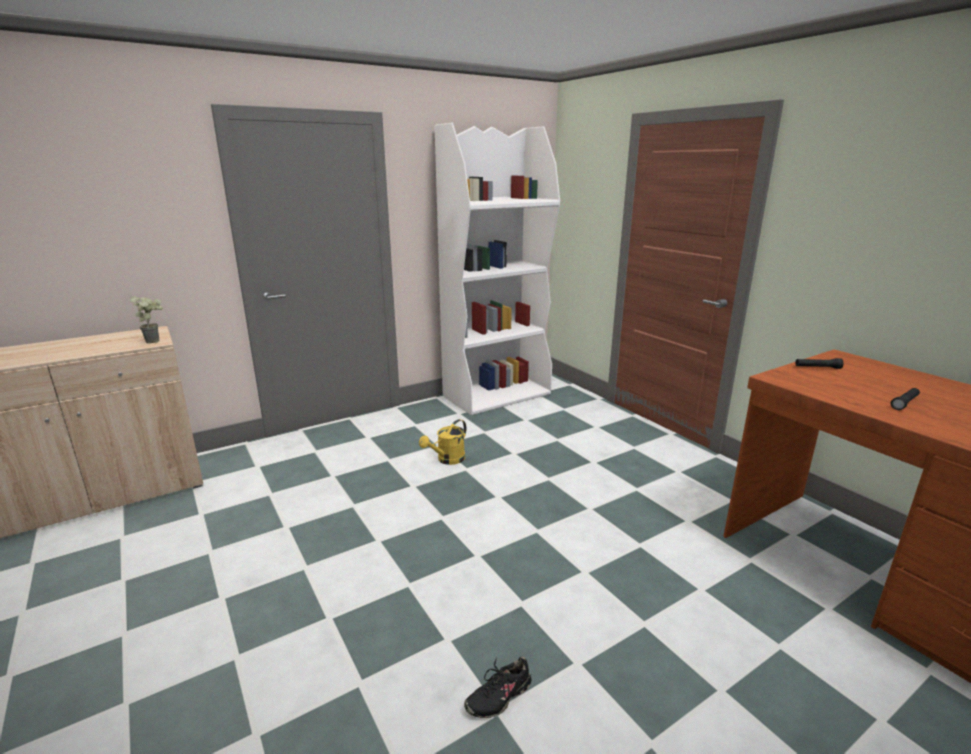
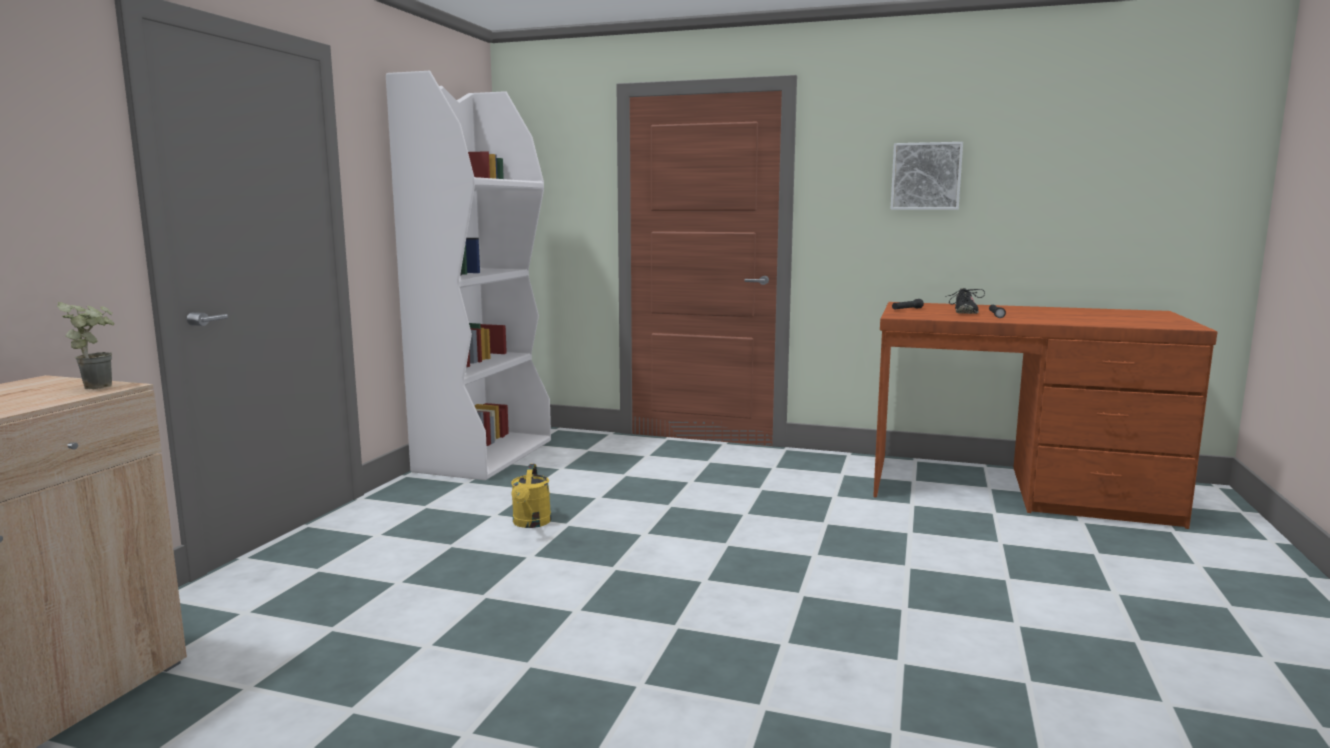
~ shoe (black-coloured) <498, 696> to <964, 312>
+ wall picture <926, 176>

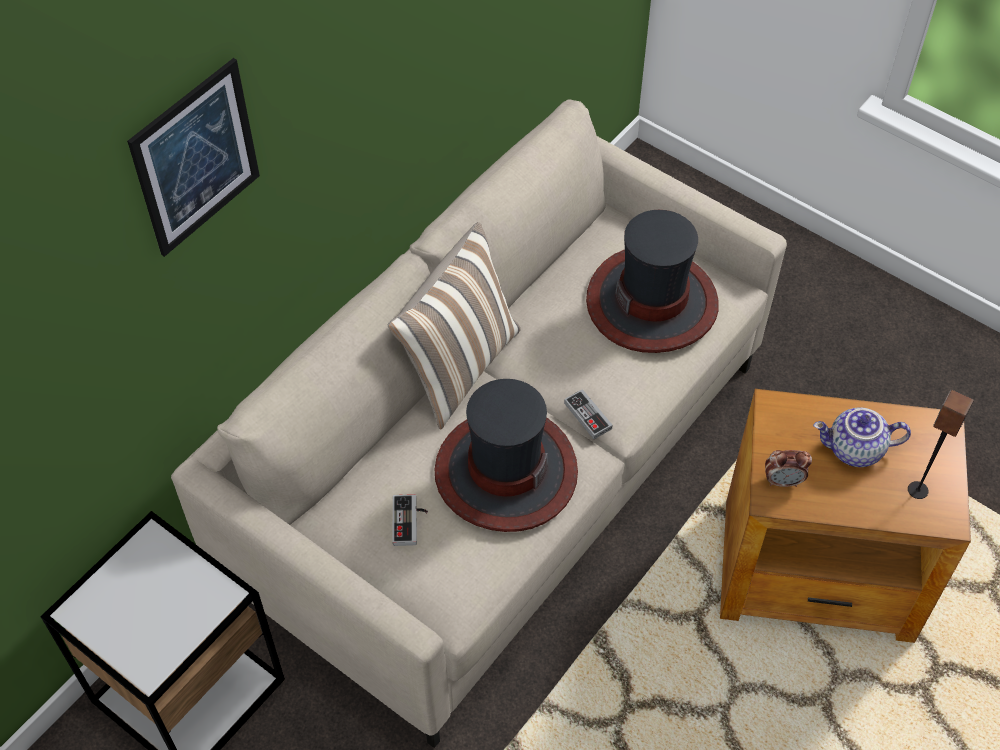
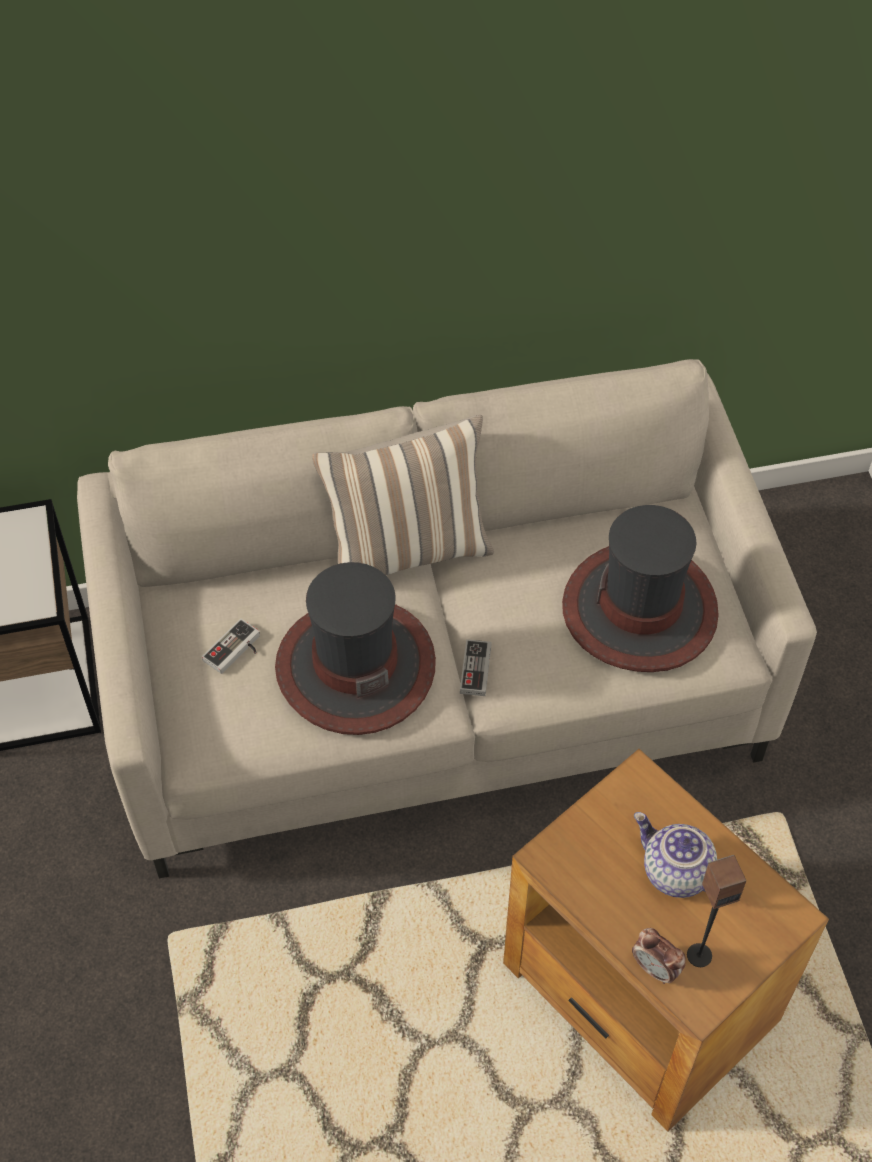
- wall picture <196, 158>
~ alarm clock <783, 481> to <655, 968>

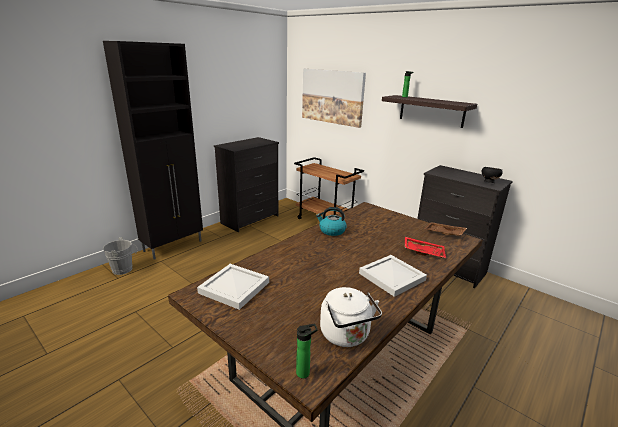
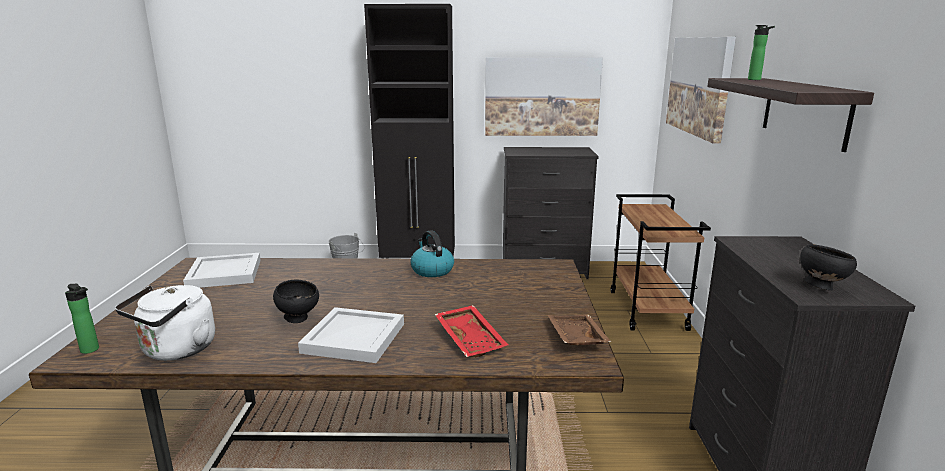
+ serving bowl (black-coloured) <299, 319>
+ wall picture <542, 96>

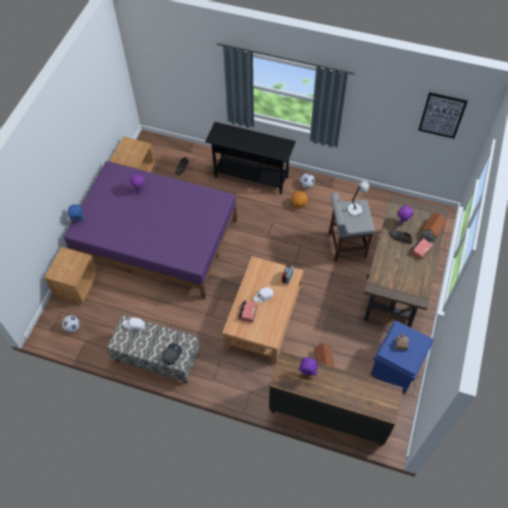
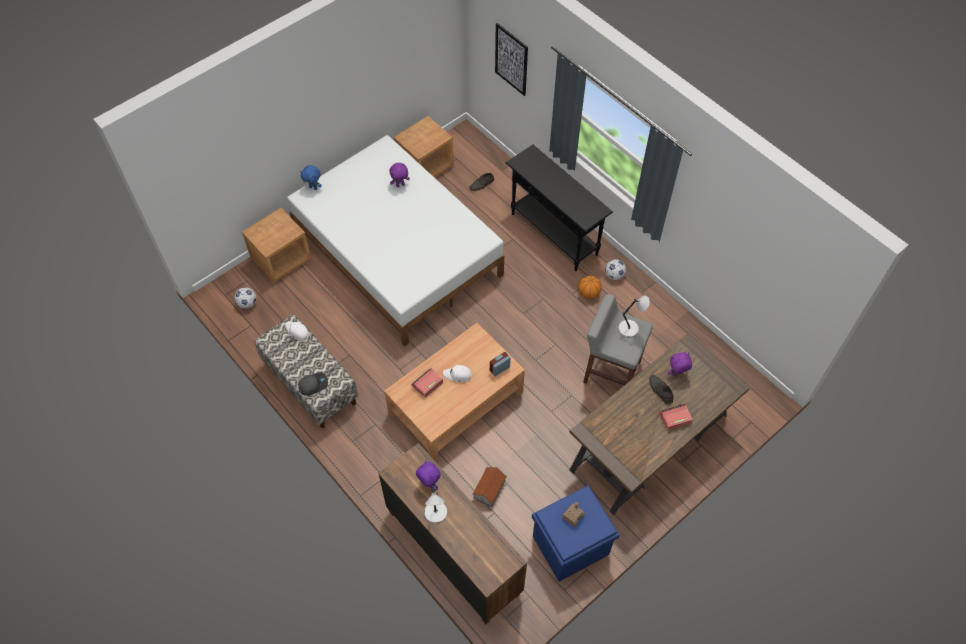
~ bed (purple) <156, 239> to bed (white) <398, 252>
~ wall picture <442, 115> to <511, 59>
- model house <432, 230>
+ table lamp (grey) <436, 513>

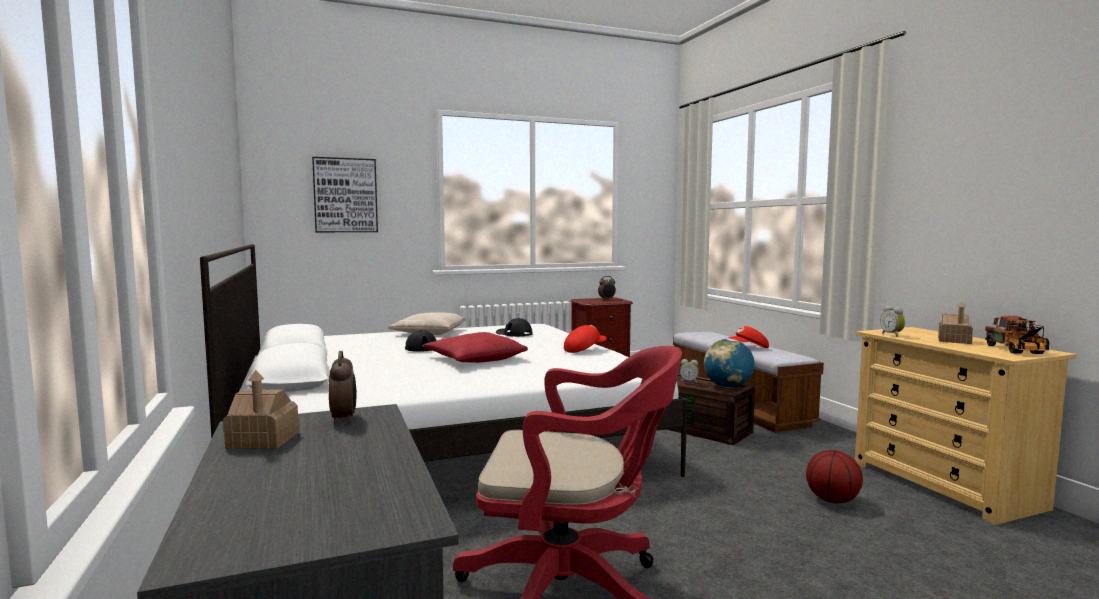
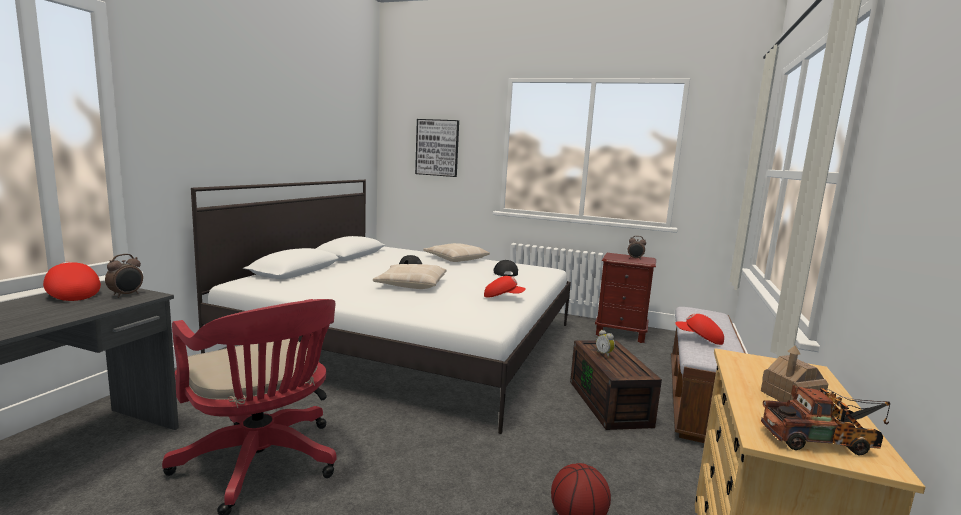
~ model house <263, 440> to baseball cap (red) <71, 294>
~ pillow (red) <474, 359> to pillow (beige) <411, 284>
- desk globe <728, 387>
- alarm clock <892, 335>
~ toy truck <1017, 351> = <824, 441> 135 degrees counterclockwise

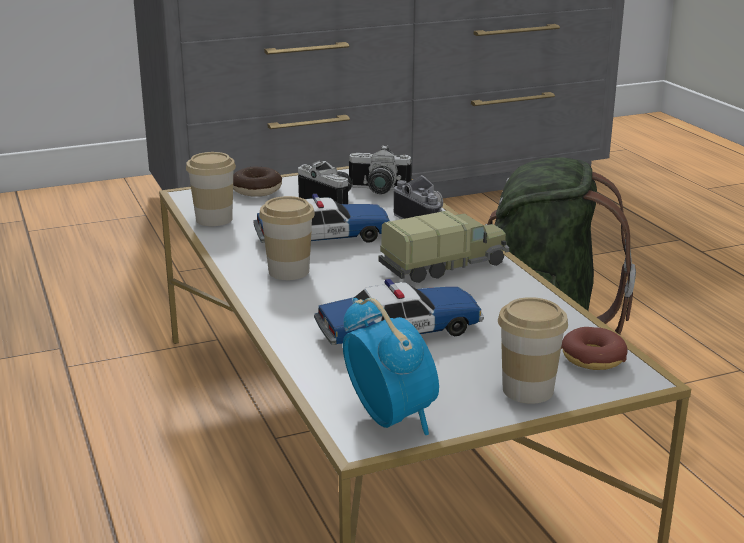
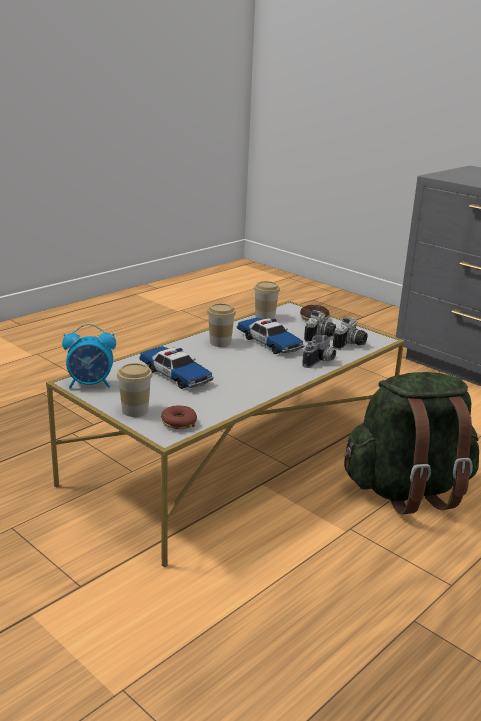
~ alarm clock <390, 418> = <91, 384> 45 degrees clockwise
~ photo camera <377, 190> = <351, 345> 135 degrees counterclockwise
- toy truck <445, 266>

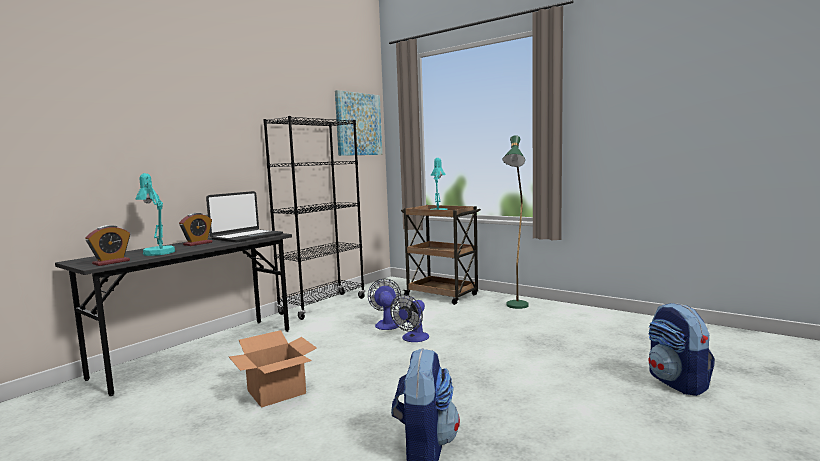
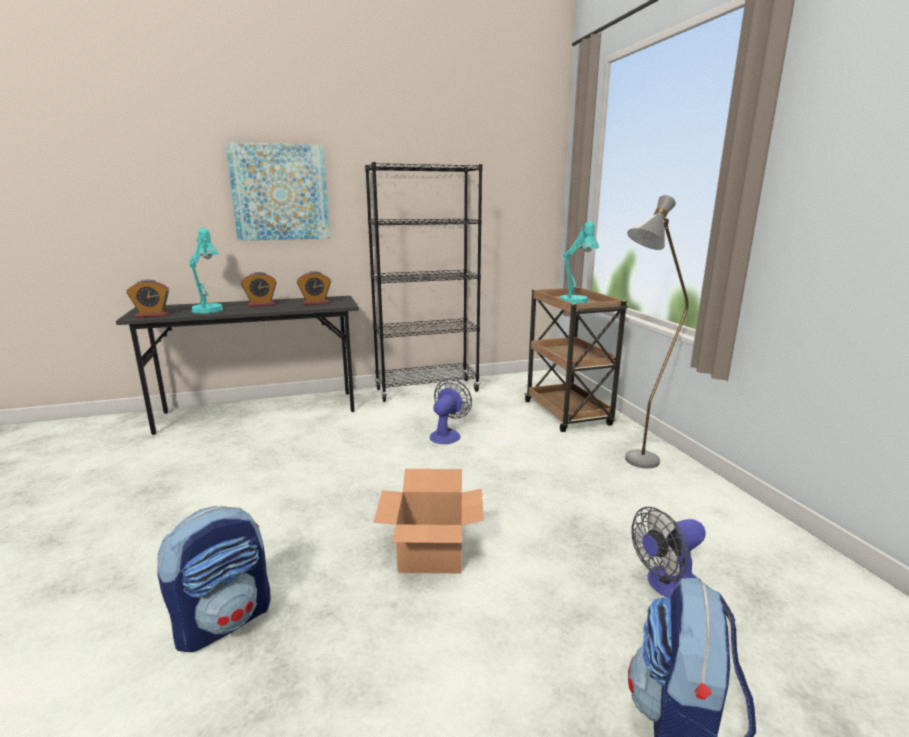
~ portable computer <246, 237> to alarm clock <315, 303>
~ carton <277, 392> to <432, 553>
~ wall picture <358, 124> to <280, 192>
~ cooling fan <413, 339> to <666, 585>
~ standing lamp (green-coloured) <516, 308> to standing lamp (grey) <635, 464>

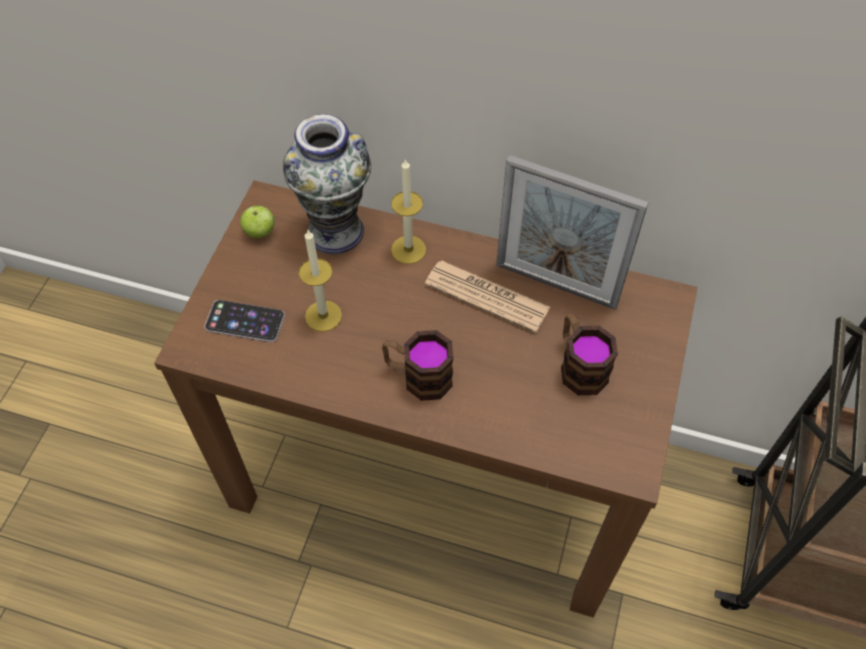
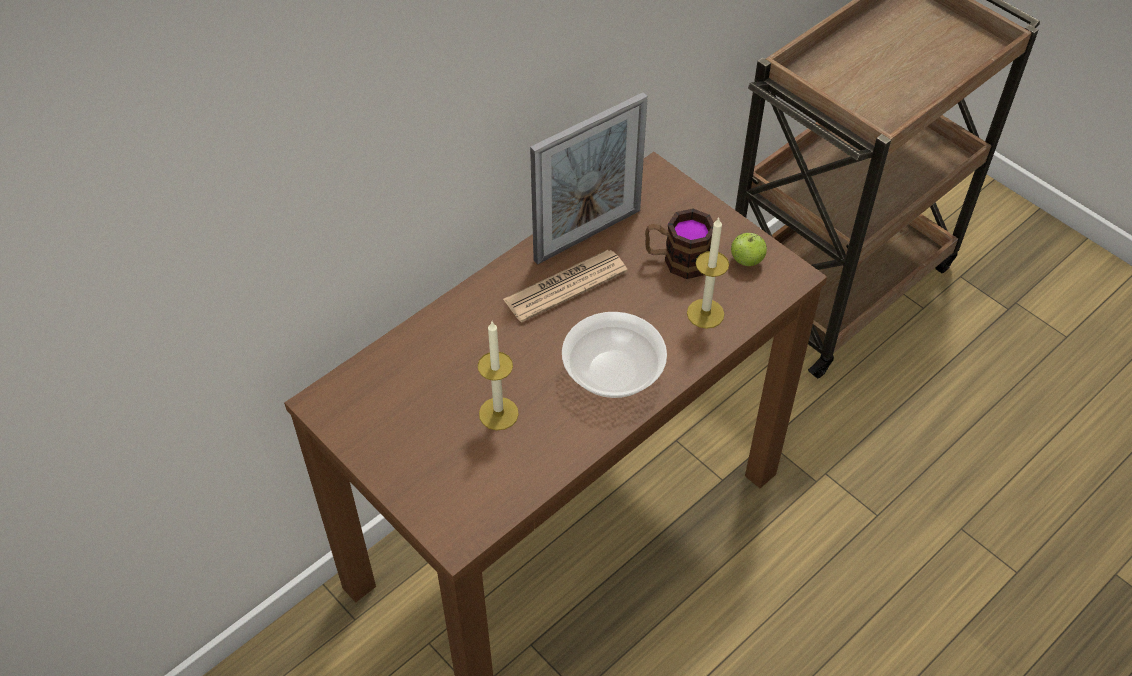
- telephone <245, 321>
~ apple fruit <260, 232> to <746, 261>
- flower vase <335, 231>
~ coffee mug <418, 376> to serving bowl <614, 372>
~ candle <408, 249> to <705, 313>

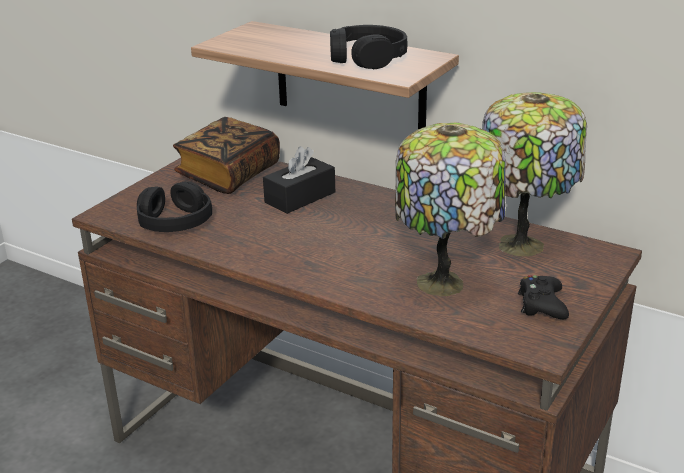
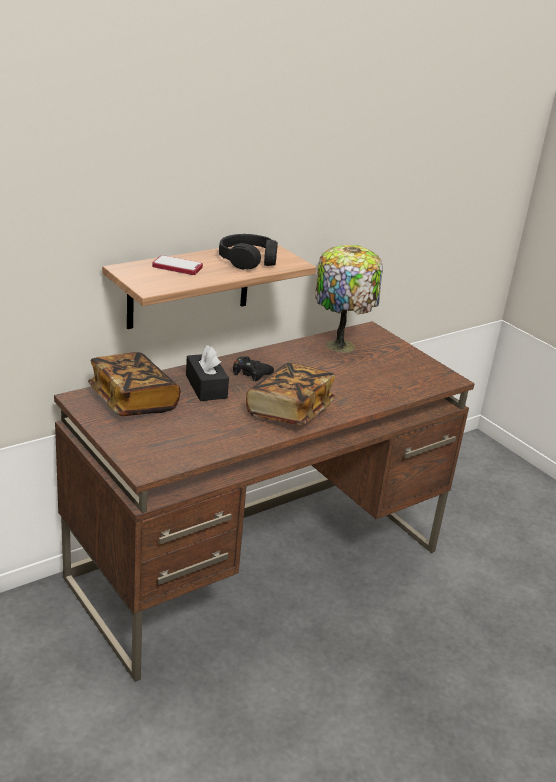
- headset (black-coloured) <175, 221>
- table lamp <444, 284>
~ gamepad (black-coloured) <541, 305> to <250, 373>
+ telephone <177, 267>
+ volume <289, 411>

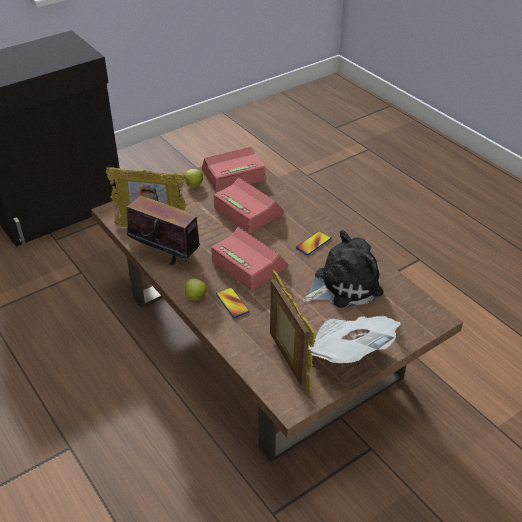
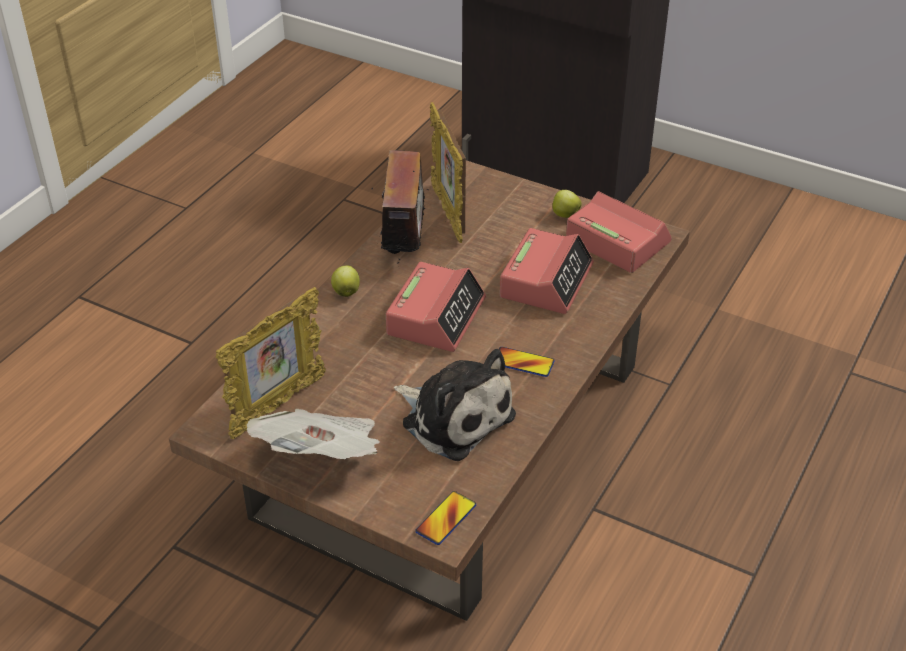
~ telephone <232, 303> to <446, 519>

